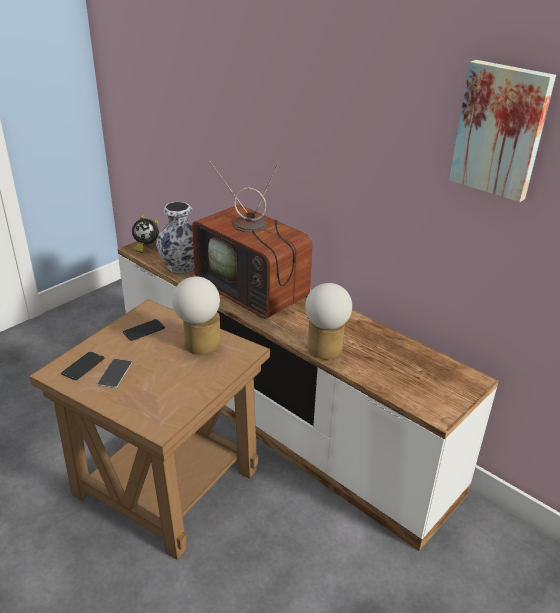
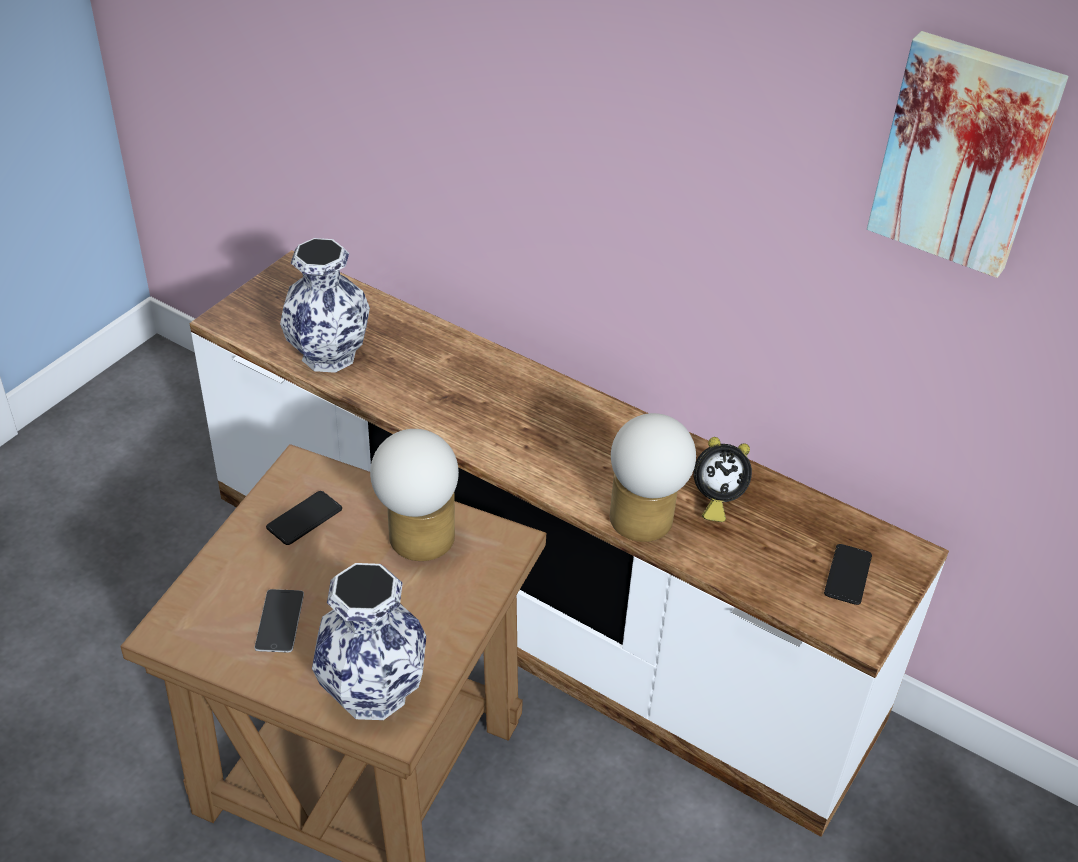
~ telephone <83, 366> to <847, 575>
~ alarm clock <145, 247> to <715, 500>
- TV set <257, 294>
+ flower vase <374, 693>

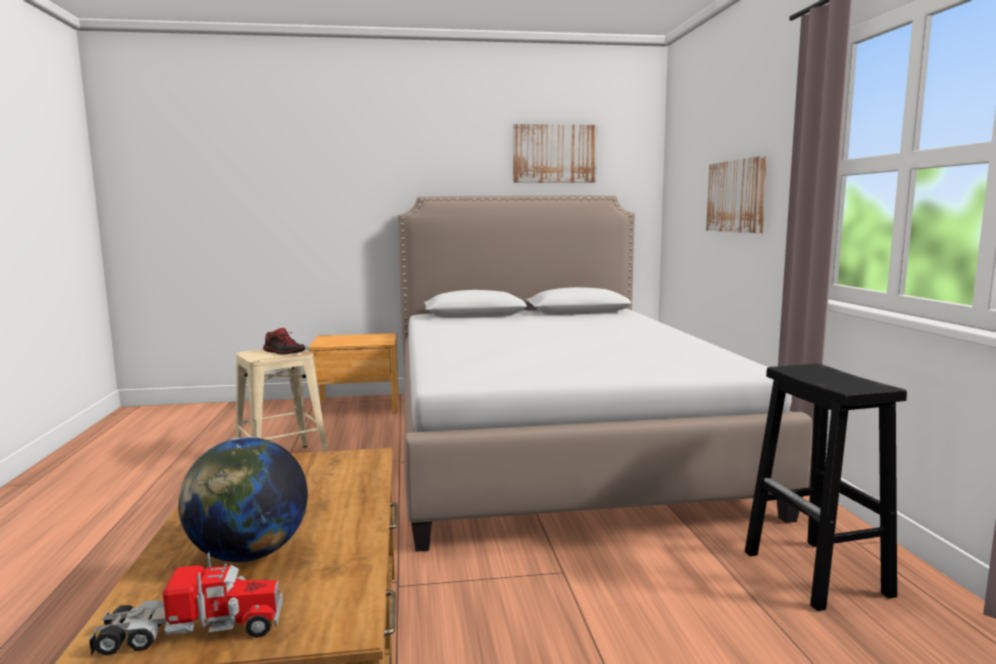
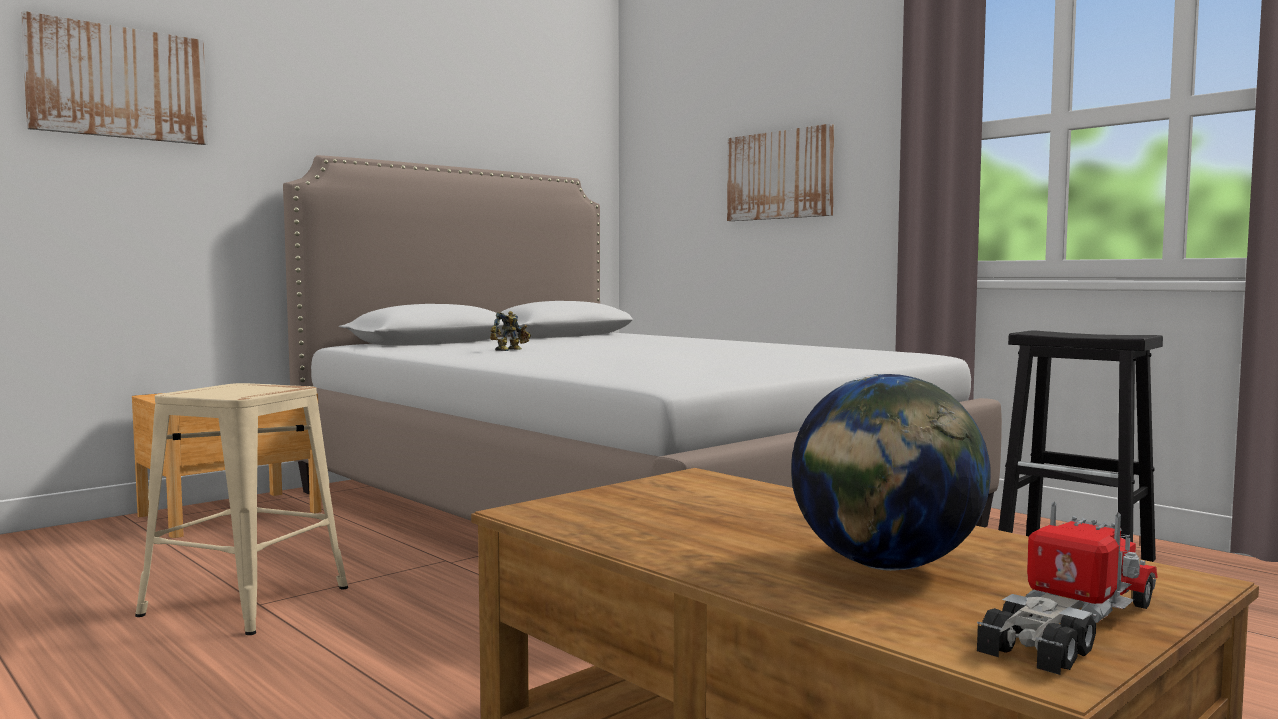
- shoe <284, 352>
~ wall picture <554, 154> to <118, 83>
+ toy robot <510, 350>

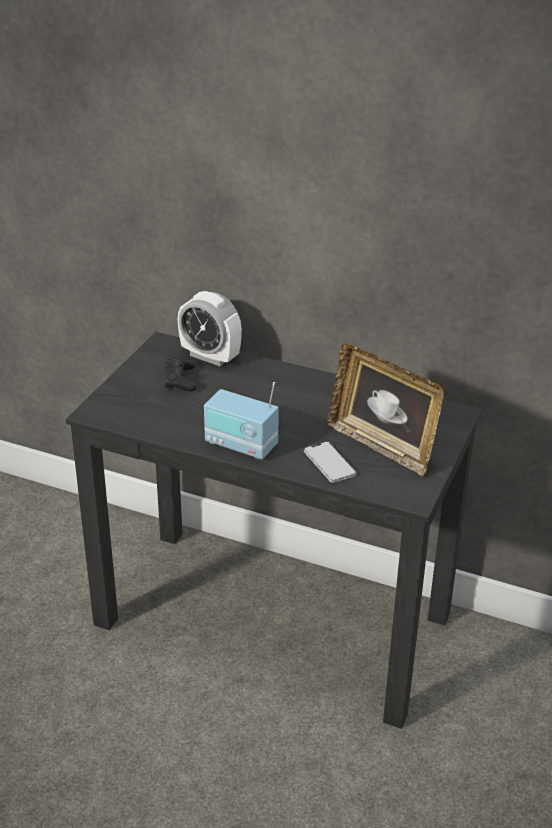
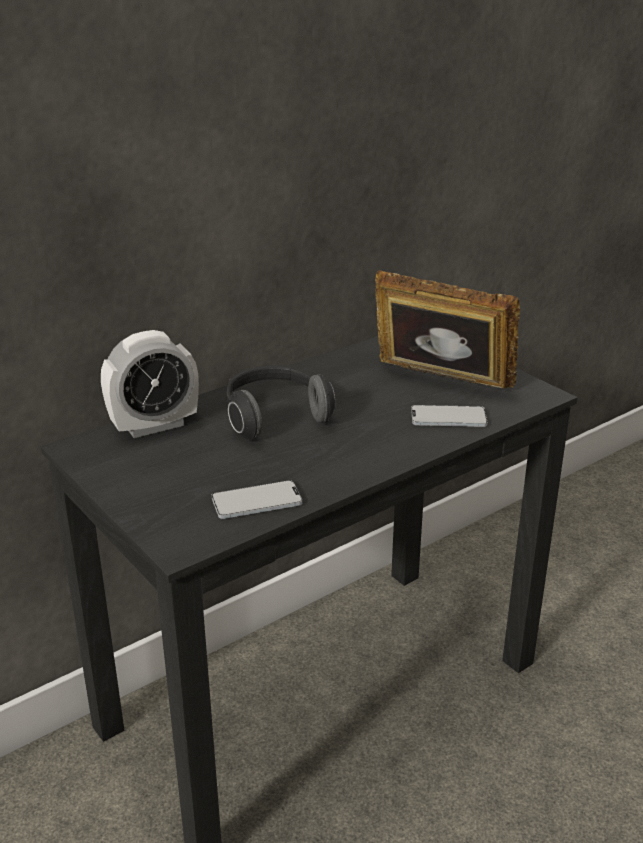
- gamepad (black-coloured) <180, 380>
- radio <241, 445>
~ picture frame <382, 445> = <440, 382> 135 degrees counterclockwise
+ telephone <256, 501>
+ headset <274, 416>

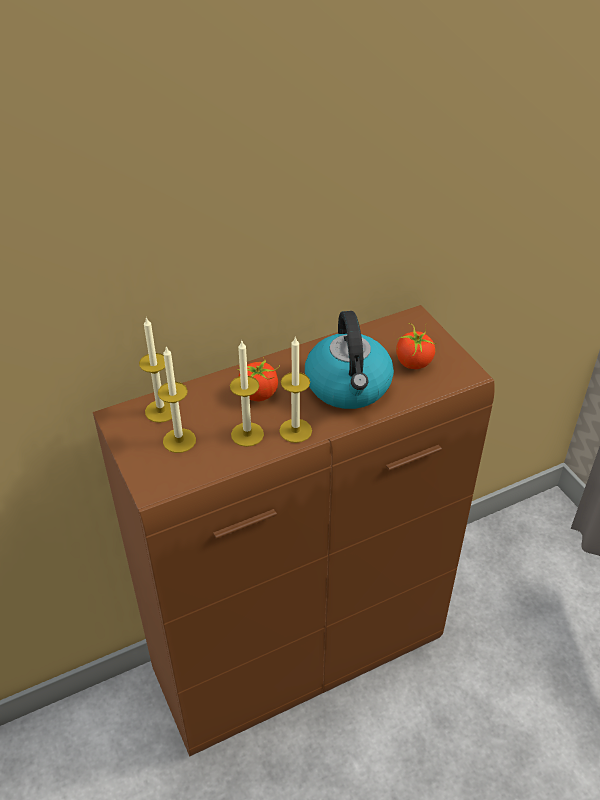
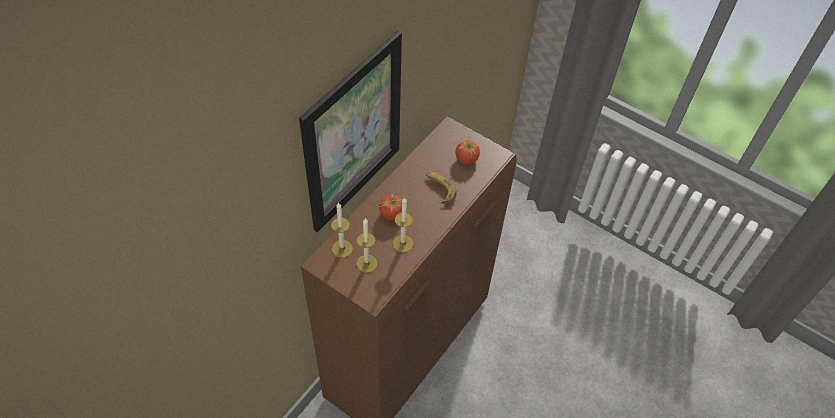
- candle <295, 430>
~ tea kettle <349, 386> to banana <440, 189>
+ wall picture <353, 134>

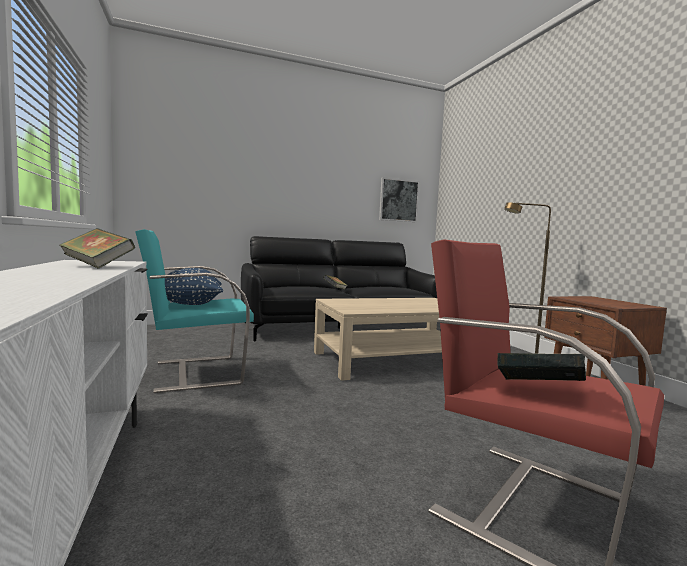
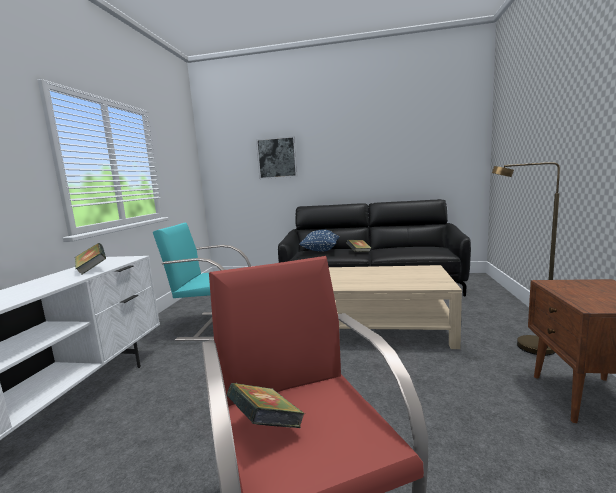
~ pillow (bluish) <189, 304> to <320, 250>
~ wall picture <398, 200> to <277, 158>

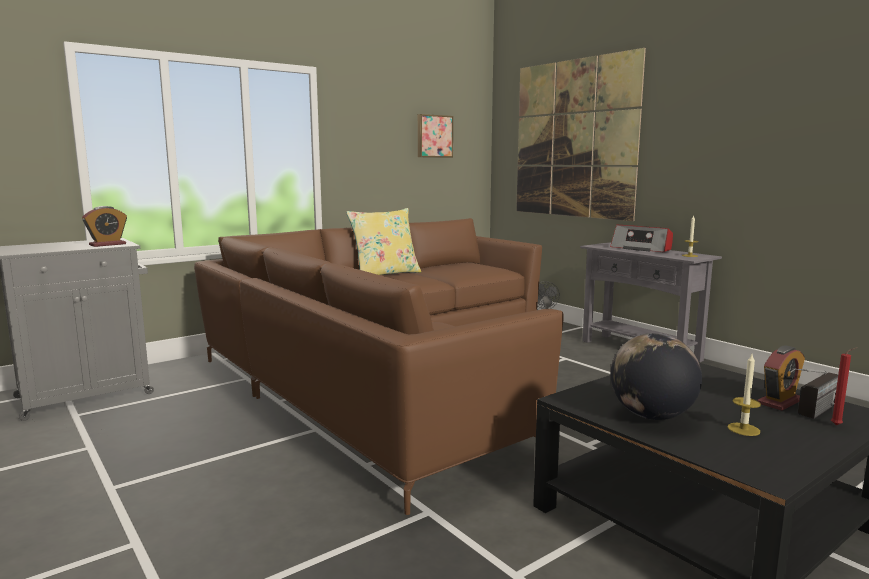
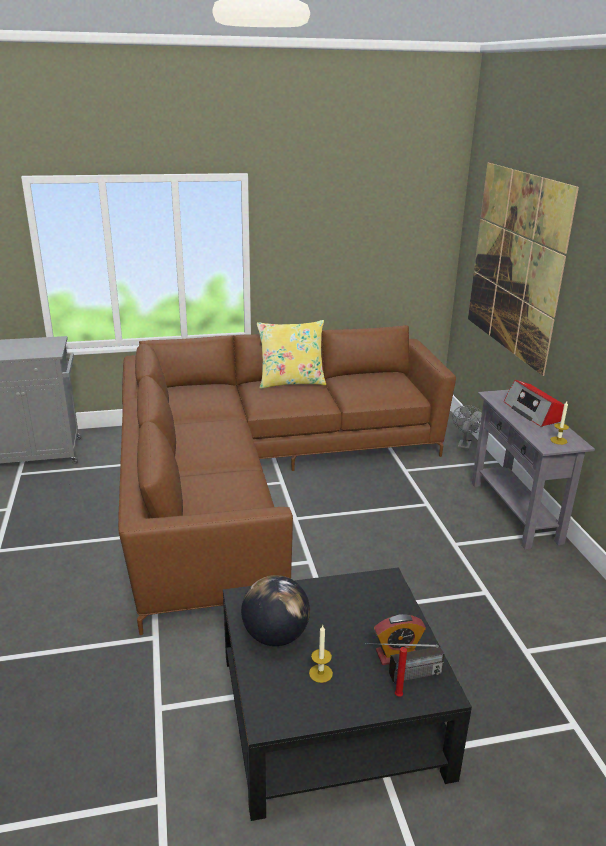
- alarm clock <107, 244>
- wall picture <434, 136>

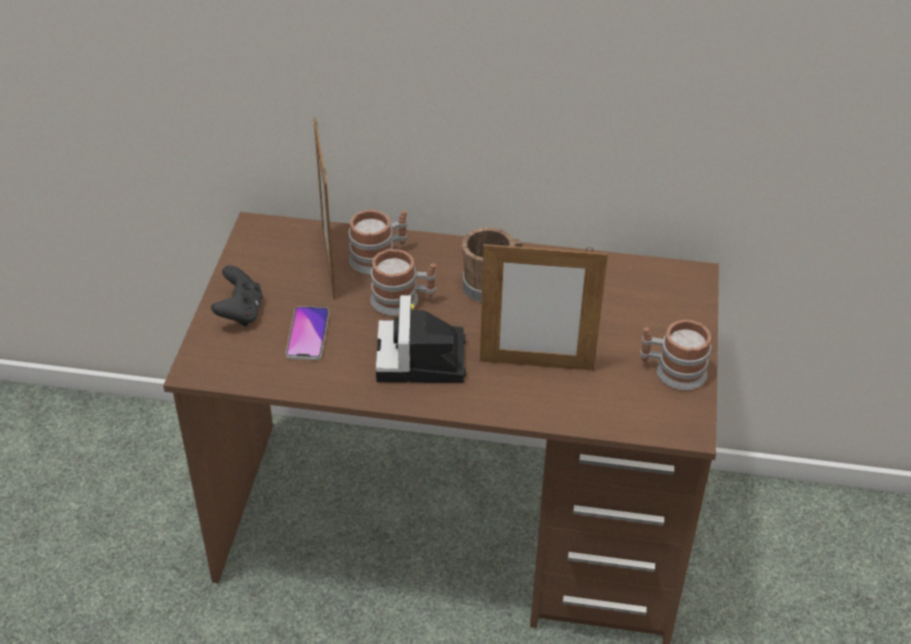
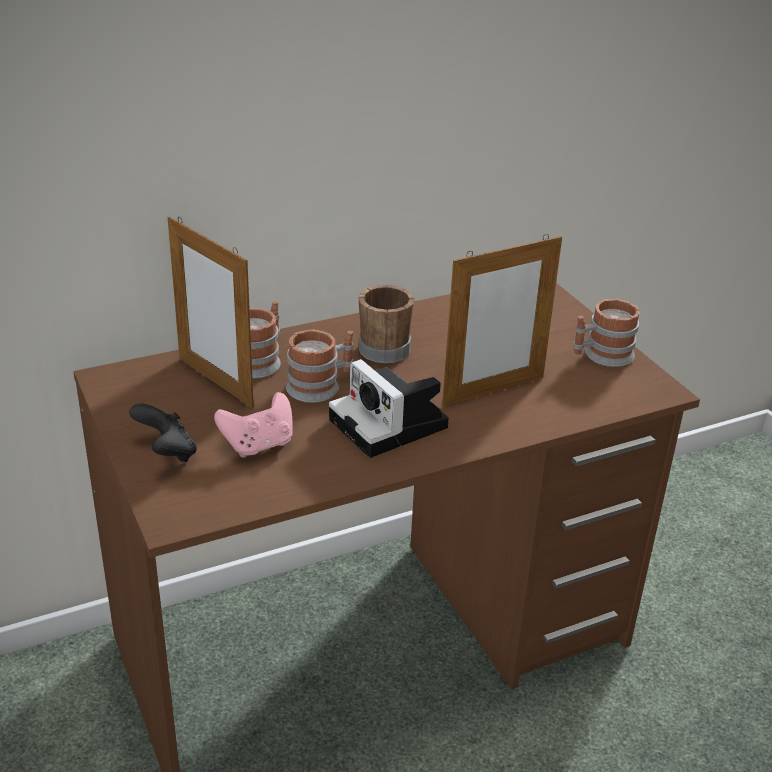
~ telephone <308, 334> to gamepad (pink-coloured) <258, 445>

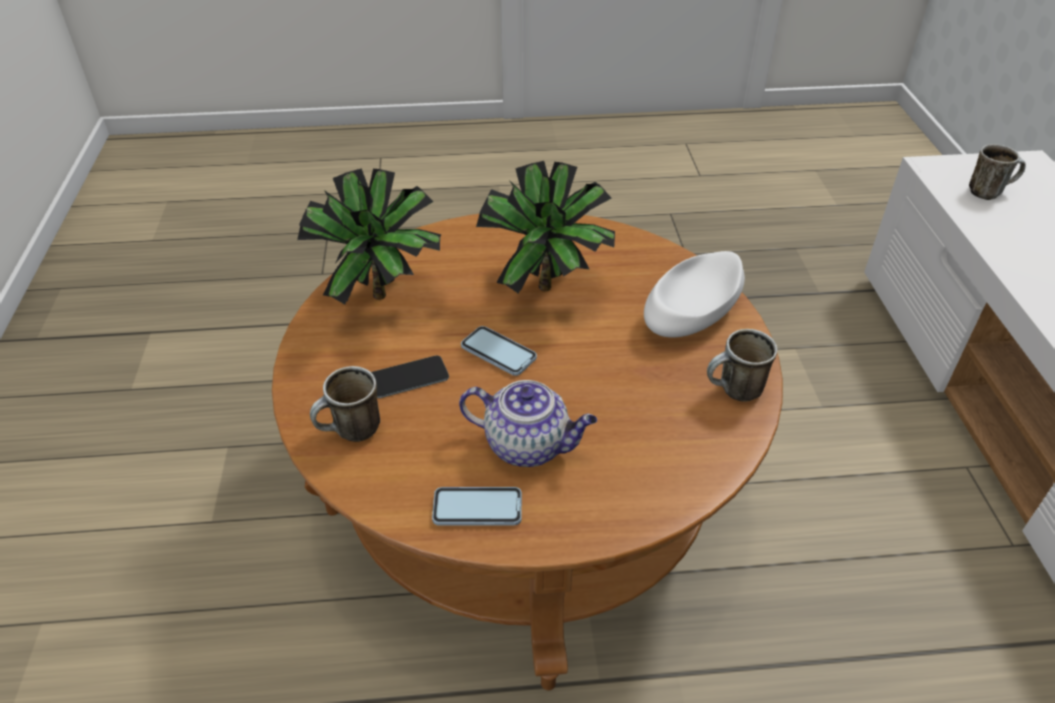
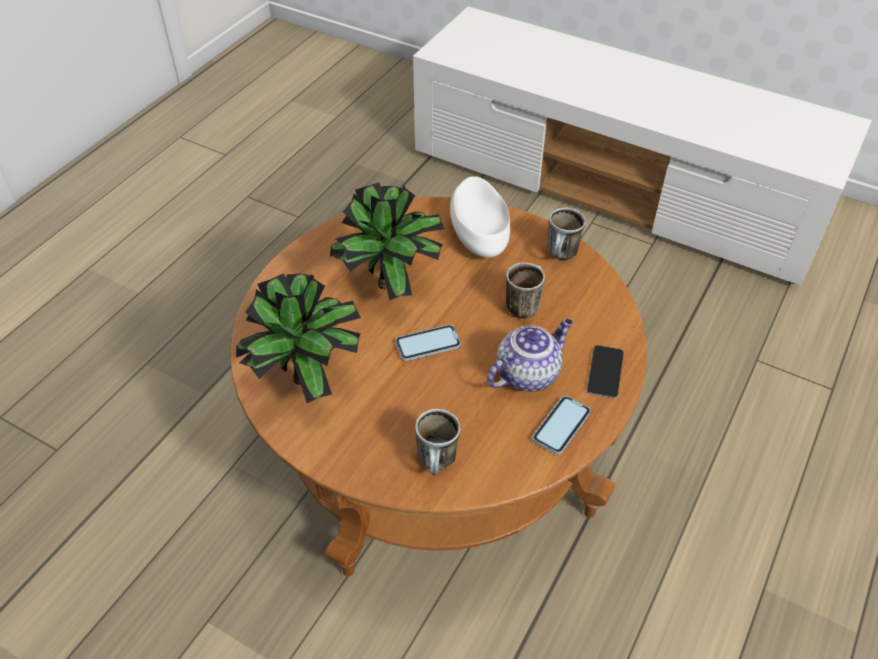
~ telephone <408, 377> to <605, 372>
~ coffee mug <988, 192> to <523, 304>

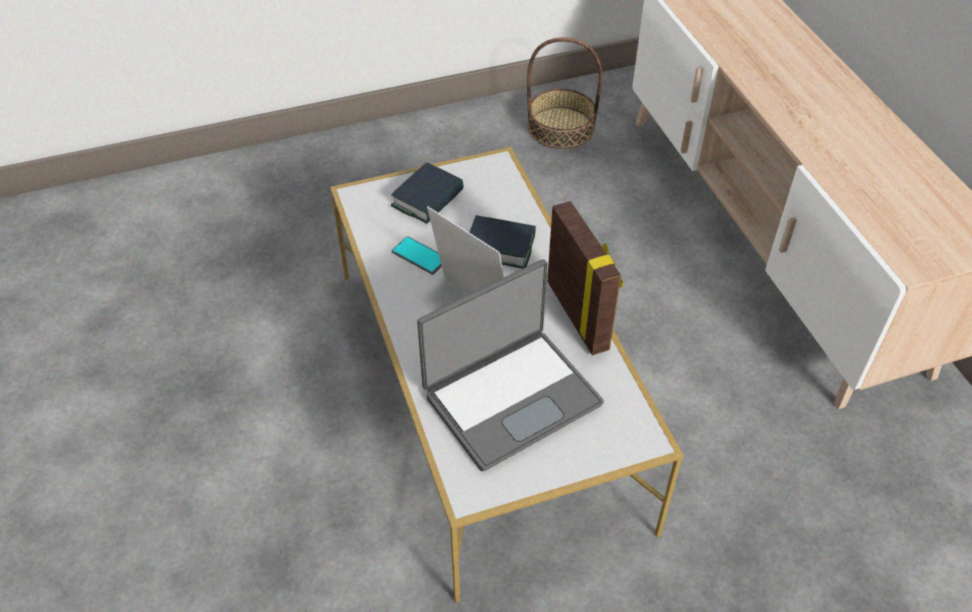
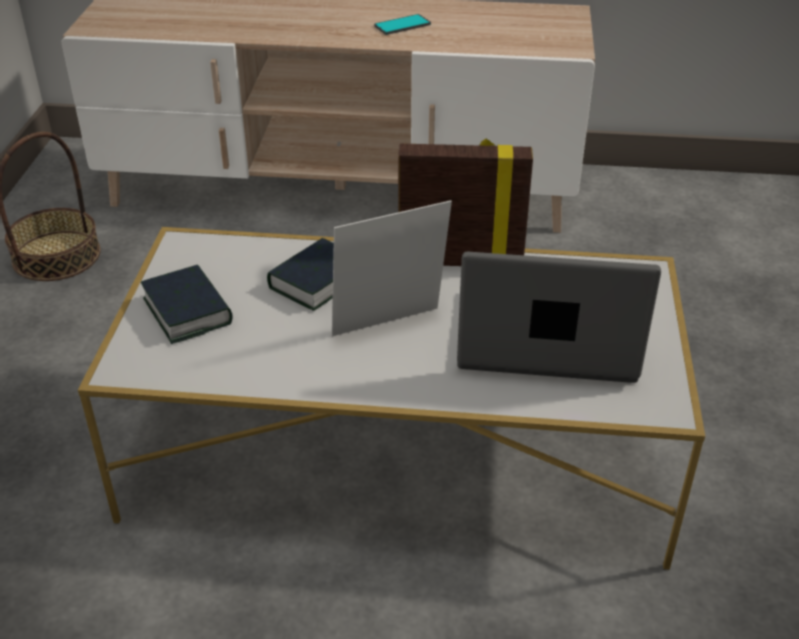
~ telephone <420, 256> to <402, 25>
~ portable computer <511, 397> = <546, 340> 75 degrees counterclockwise

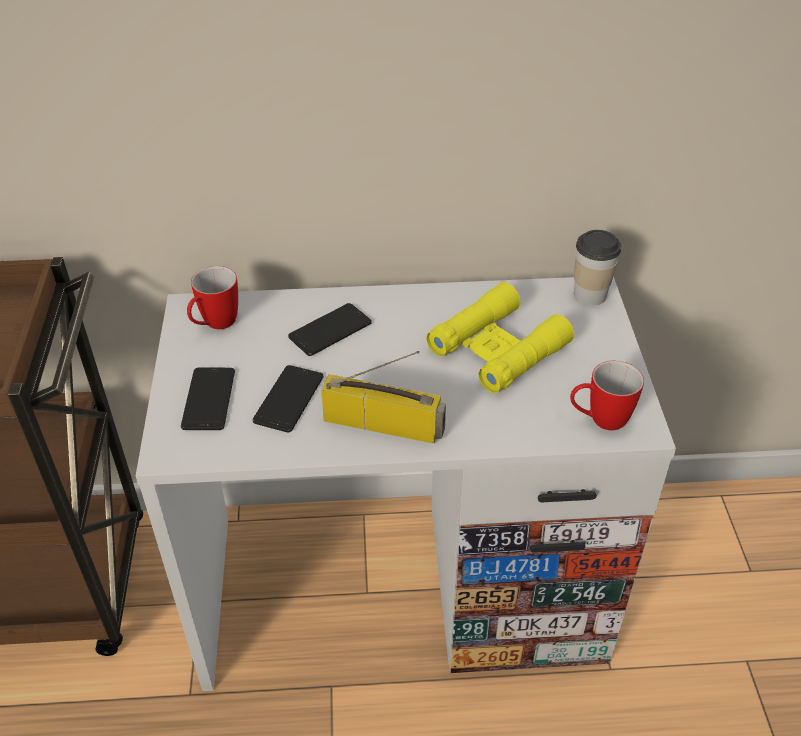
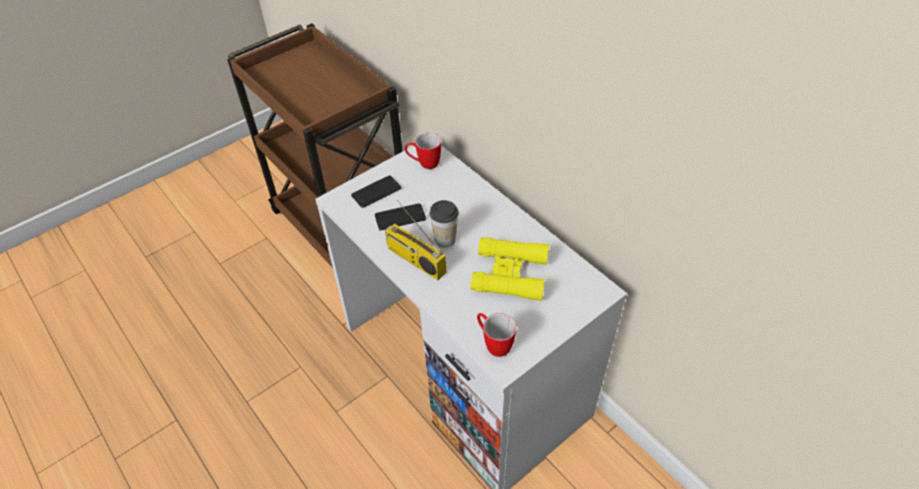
- telephone <330, 330>
~ radio <385, 424> = <414, 260> 150 degrees clockwise
~ cup <590, 295> to <445, 239>

